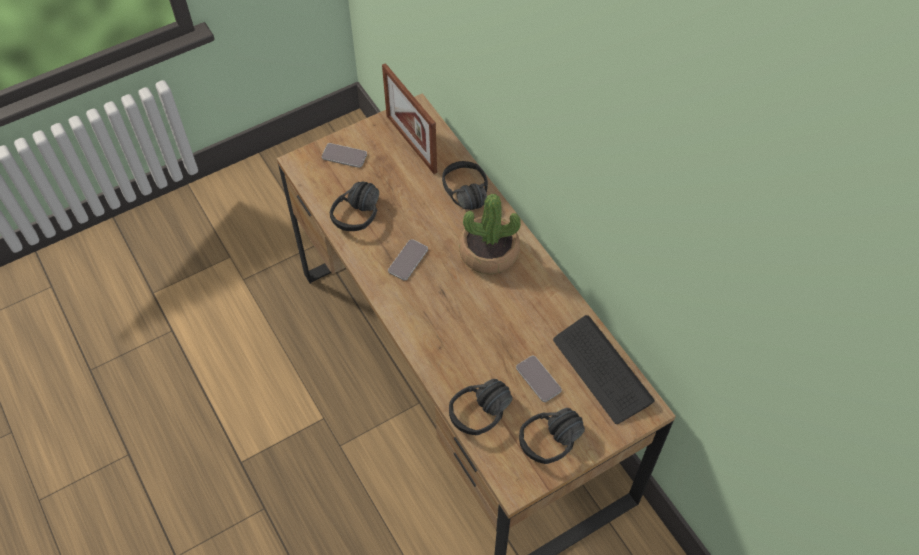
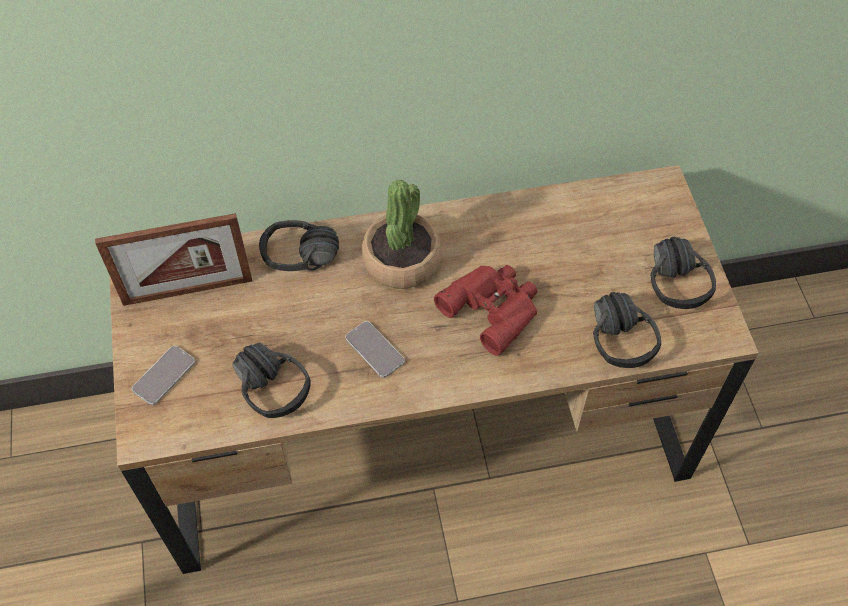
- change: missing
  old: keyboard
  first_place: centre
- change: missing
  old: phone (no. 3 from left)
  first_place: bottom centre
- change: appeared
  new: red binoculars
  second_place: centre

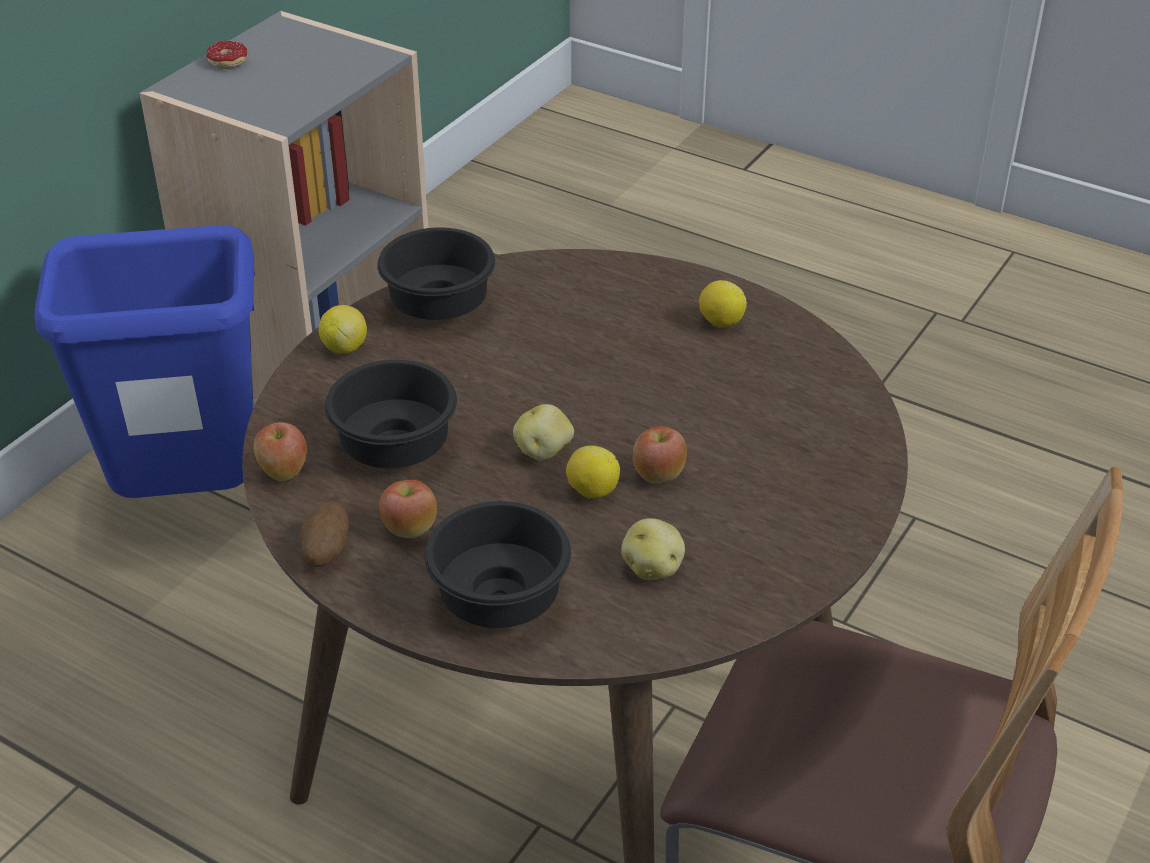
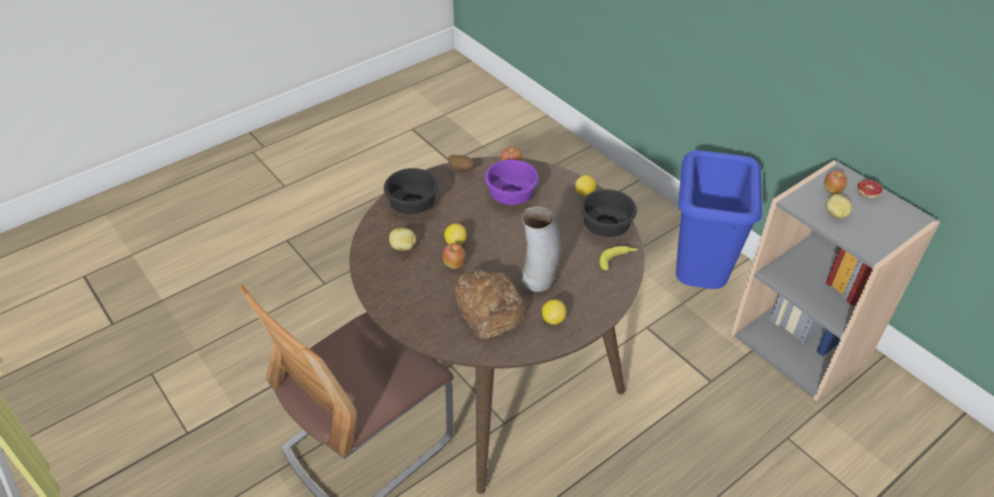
- change: colour
  old: black bowl (no. 1 from left)
  new: purple bowl
  first_place: centre
  second_place: centre
- change: relocated
  old: potato (no. 2 from left in the first image)
  new: potato (no. 3 from left)
  first_place: centre
  second_place: middle right
- change: relocated
  old: apple (no. 2 from left in the first image)
  new: apple (no. 3 from left)
  first_place: centre
  second_place: middle right
- change: appeared
  new: vase
  second_place: centre
- change: appeared
  new: banana
  second_place: centre
- change: appeared
  new: bread
  second_place: centre

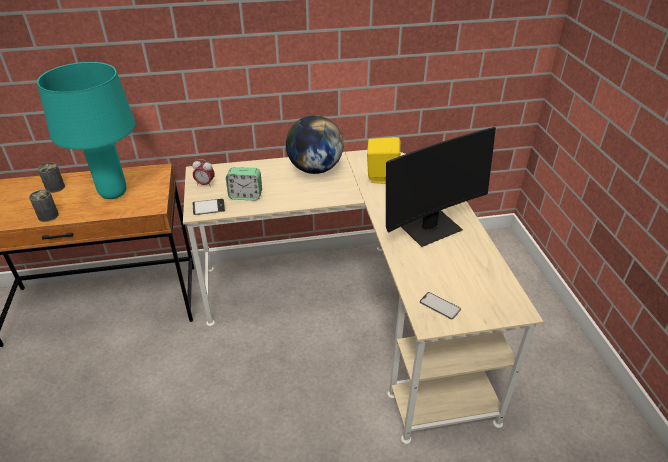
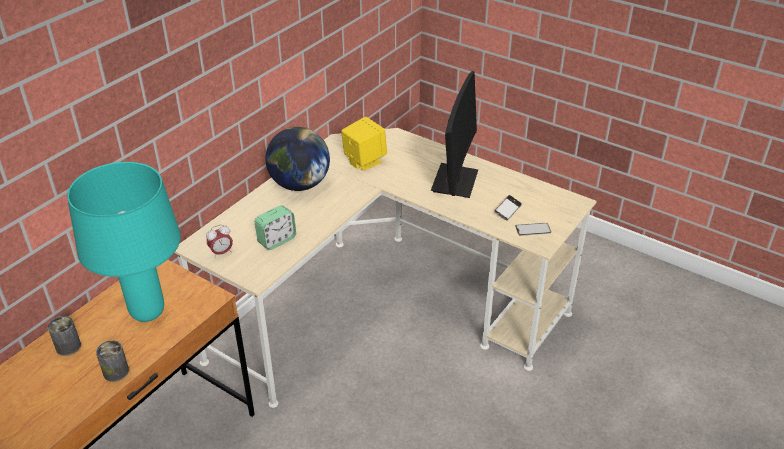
- change: relocated
  old: phone (no. 1 from left)
  first_place: middle left
  second_place: centre

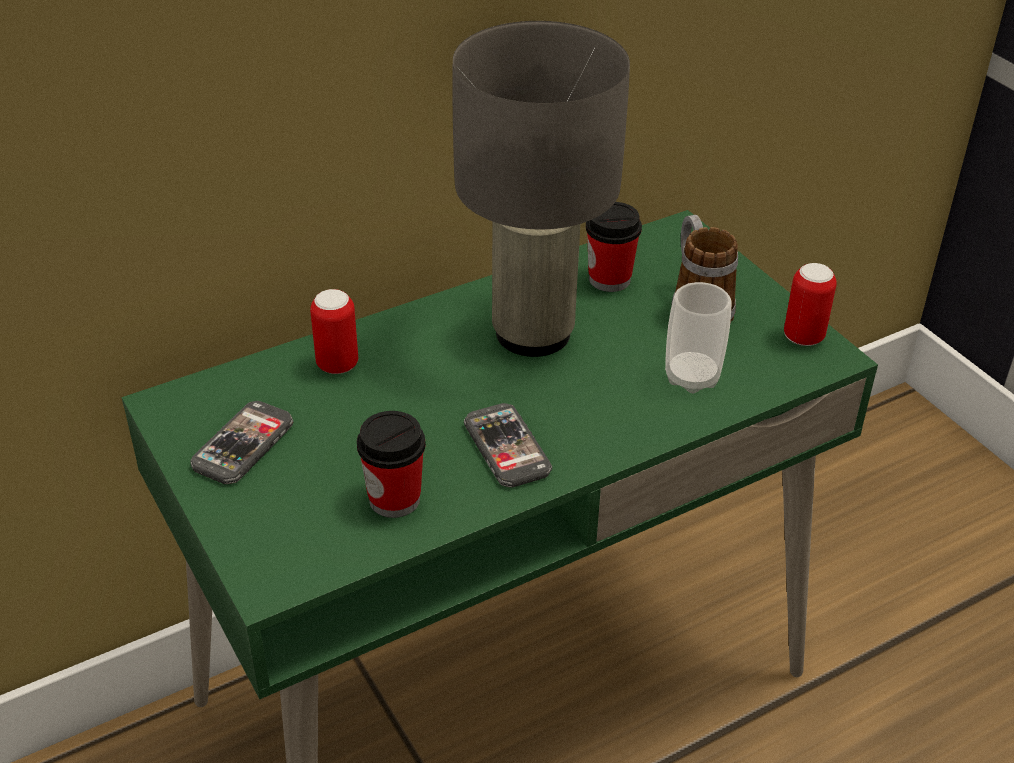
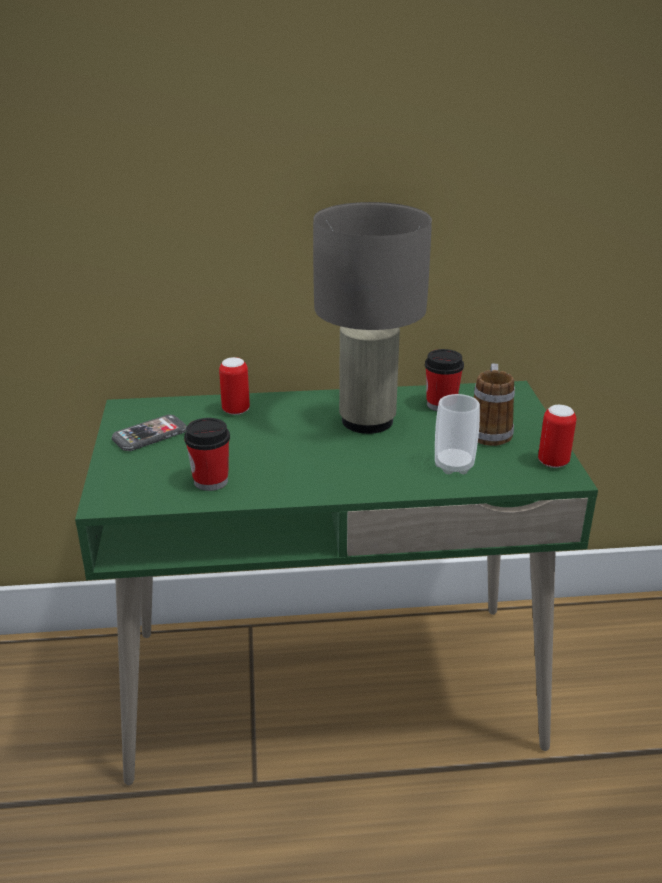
- change: missing
  old: phone (no. 2 from left)
  first_place: centre

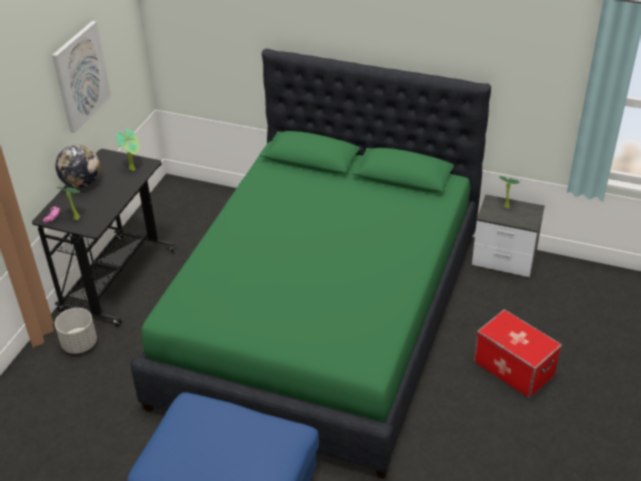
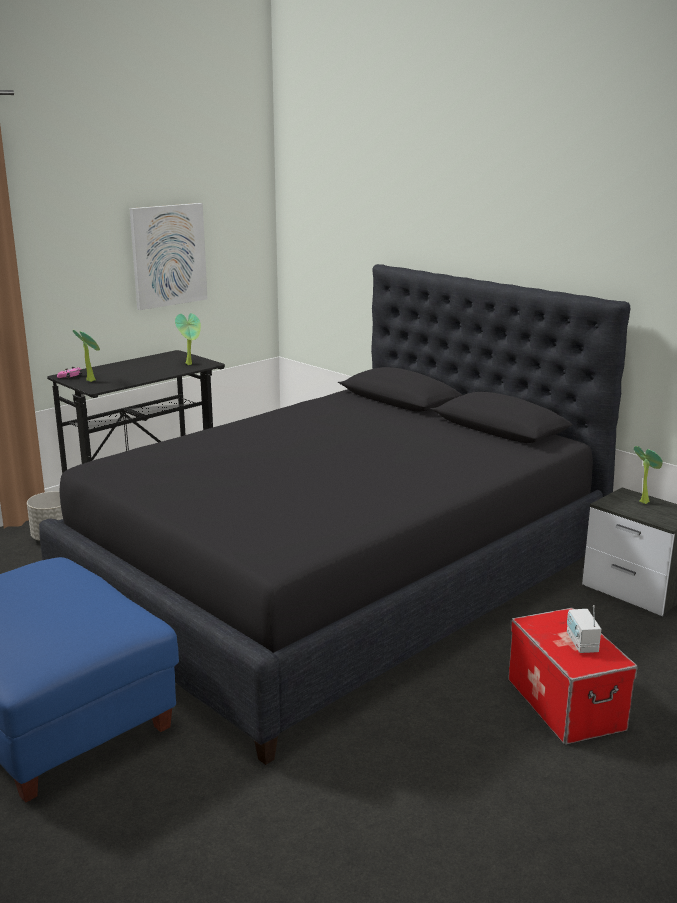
- change: colour
  old: green bed
  new: black bed
  first_place: centre
  second_place: centre
- change: missing
  old: globe
  first_place: middle left
- change: appeared
  new: radio
  second_place: bottom right

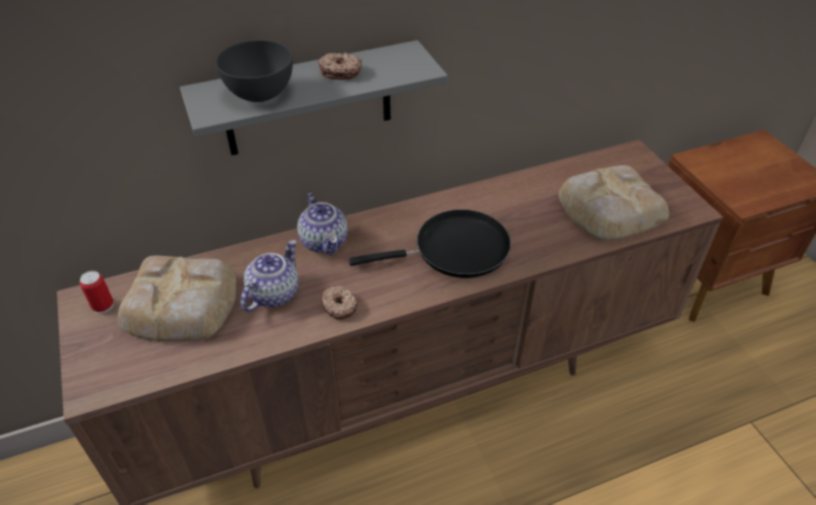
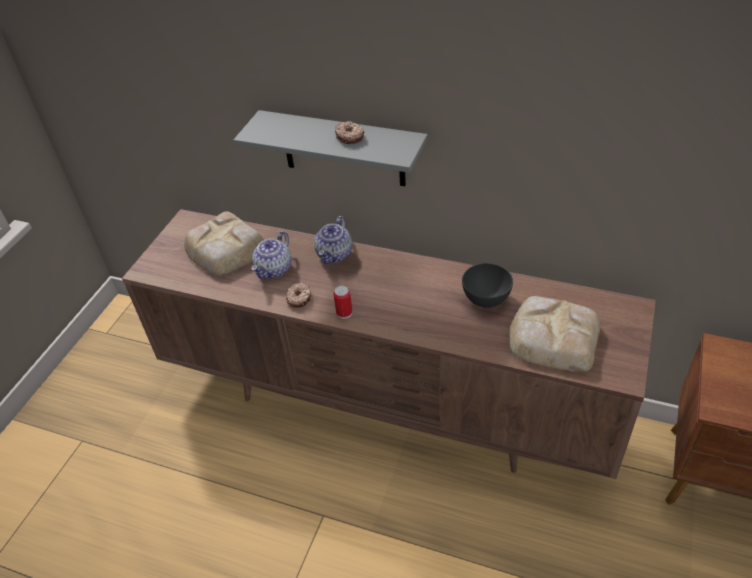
- change: relocated
  old: grey bowl
  first_place: top left
  second_place: centre
- change: missing
  old: black frying pan
  first_place: centre
- change: spun
  old: teapot (no. 1 from left)
  first_place: middle left
  second_place: centre
  degrees: 135
- change: relocated
  old: can
  first_place: middle left
  second_place: centre

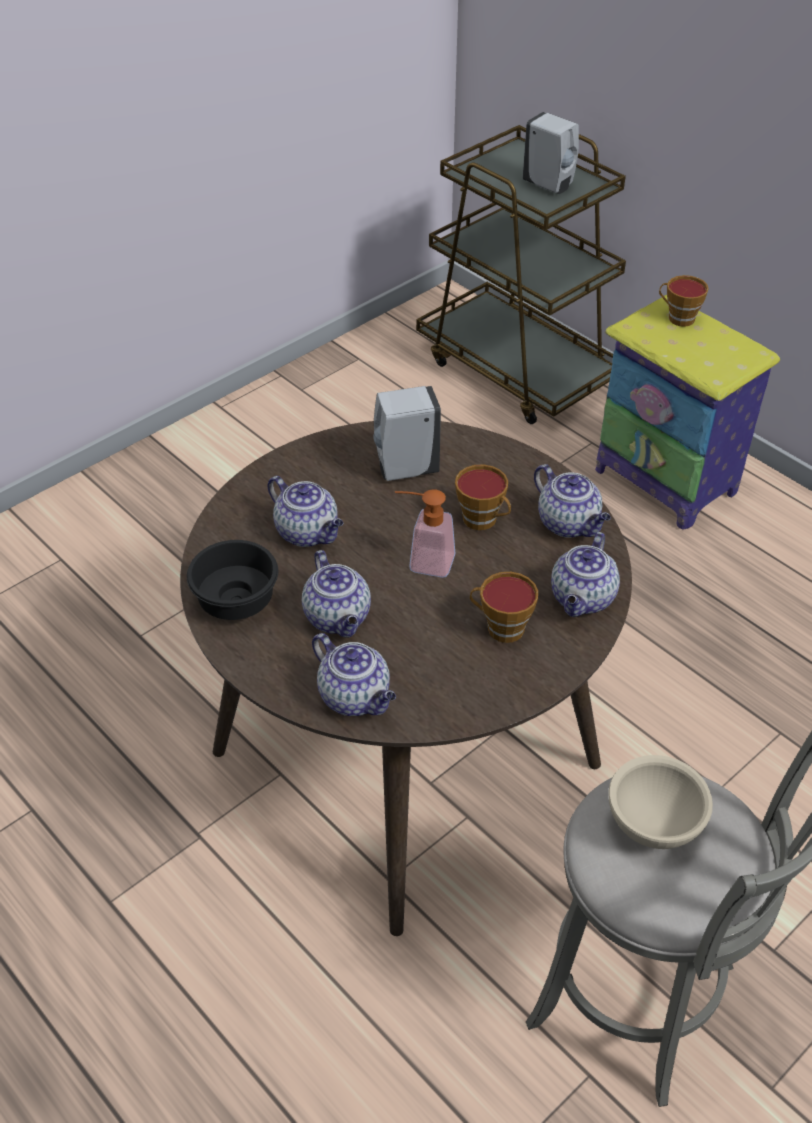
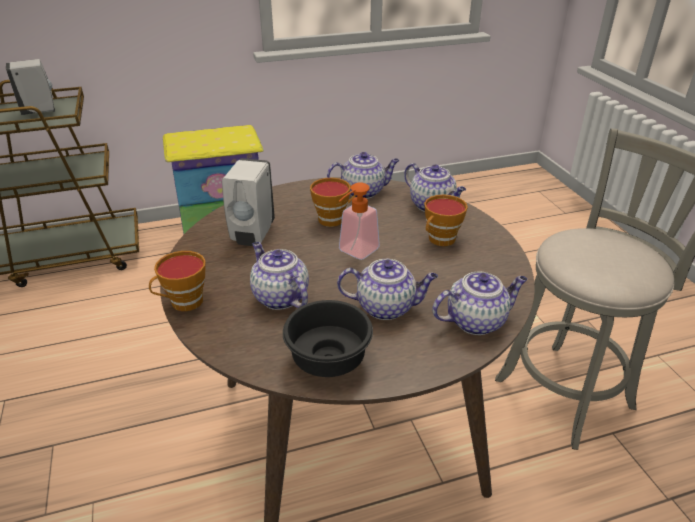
- change: relocated
  old: cup (no. 3 from left in the first image)
  new: cup (no. 1 from left)
  first_place: top right
  second_place: middle left
- change: spun
  old: teapot (no. 1 from left)
  first_place: centre
  second_place: centre
  degrees: -105
- change: missing
  old: beige bowl
  first_place: bottom right

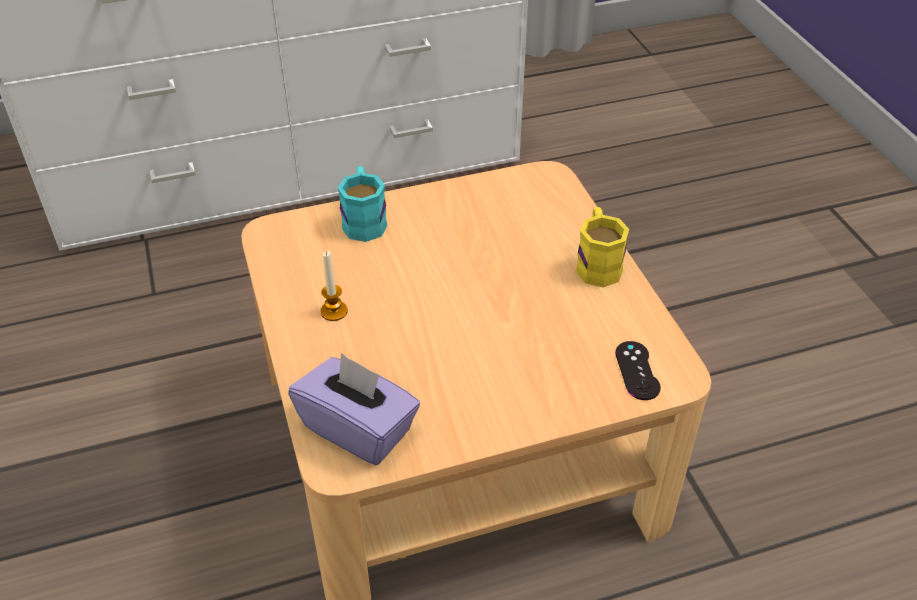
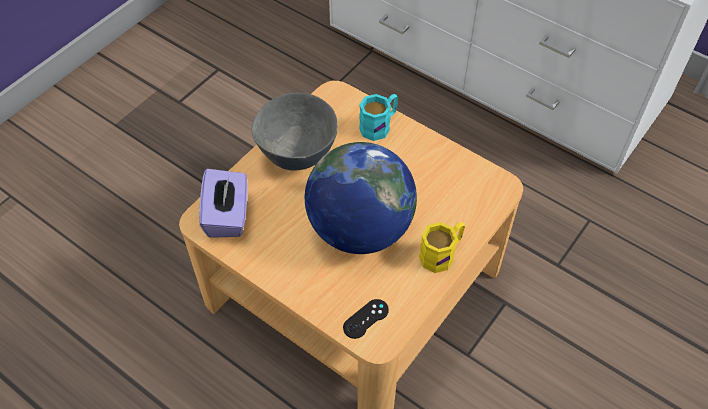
- change: exchanged
  old: candle
  new: grey bowl
  first_place: centre
  second_place: top centre
- change: appeared
  new: globe
  second_place: centre

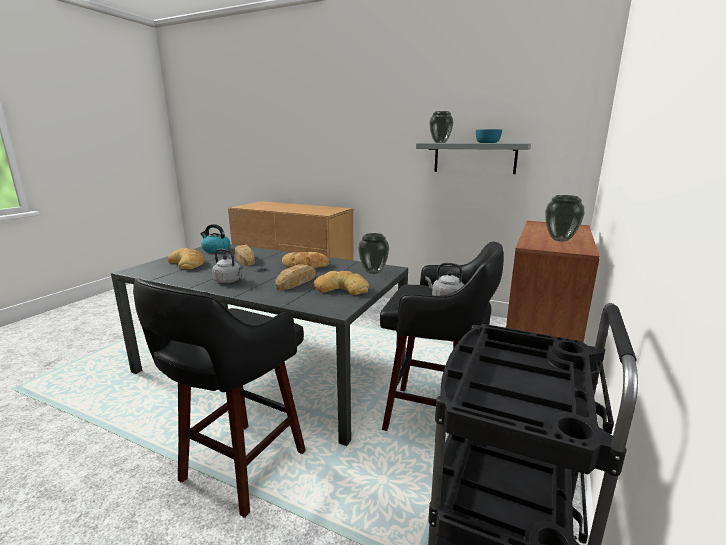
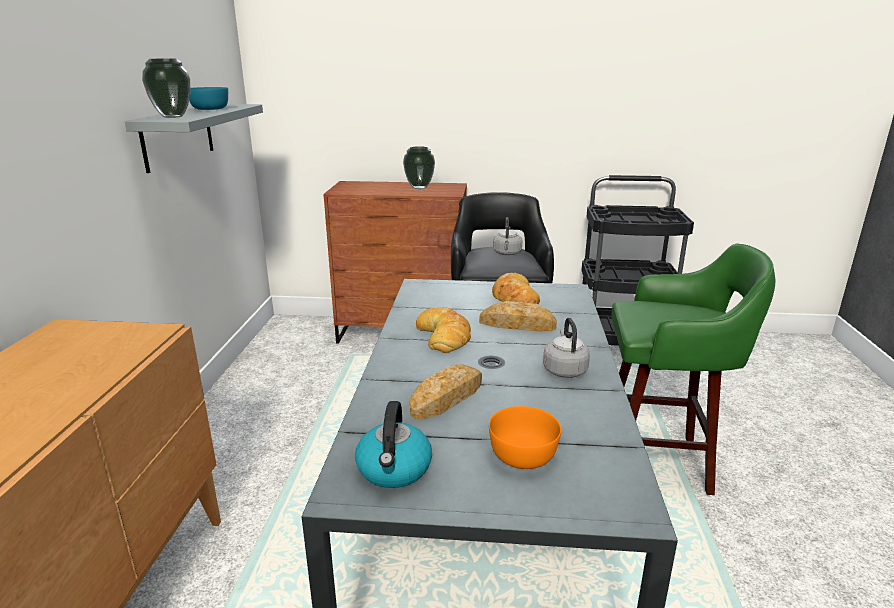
- change: missing
  old: vase (no. 1 from left)
  first_place: centre
- change: exchanged
  old: bread (no. 1 from left)
  new: orange bowl
  first_place: middle left
  second_place: bottom centre
- change: colour
  old: black stool (no. 1 from left)
  new: green stool
  first_place: bottom left
  second_place: middle right

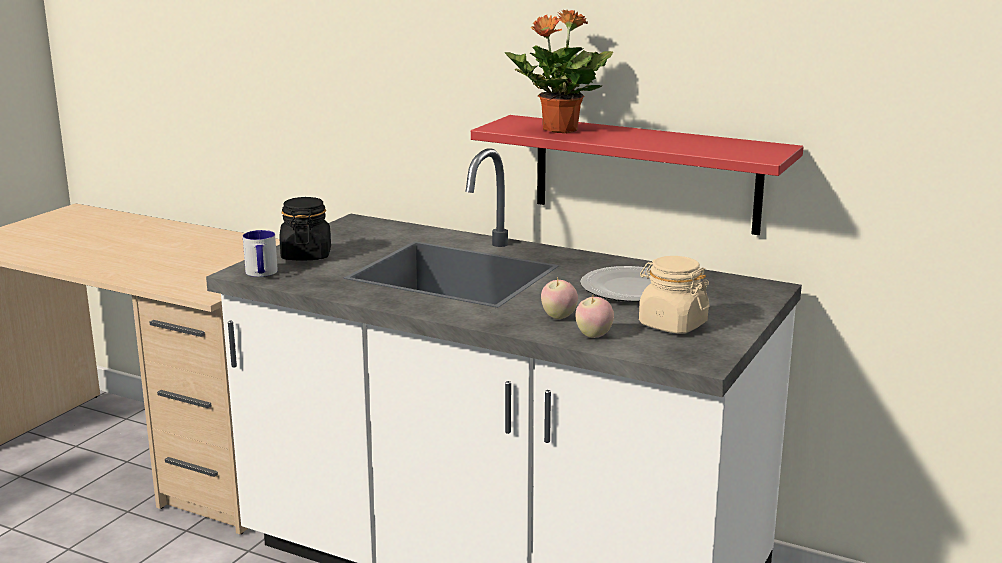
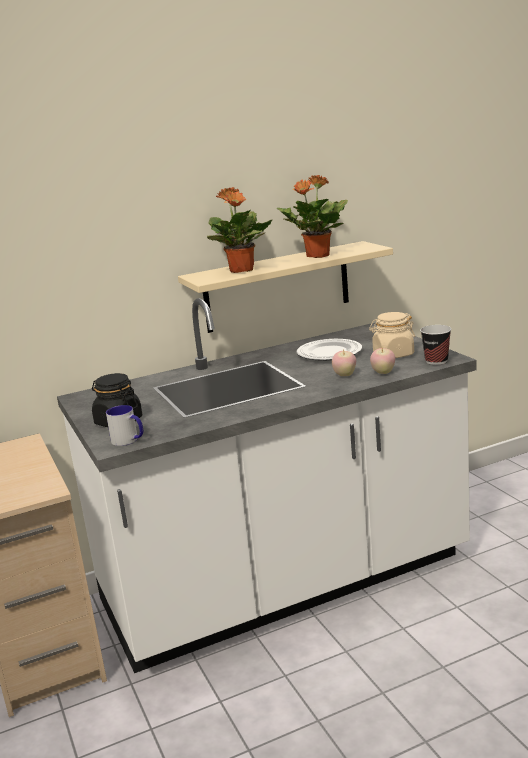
- change: colour
  old: red shelf
  new: beige shelf
  first_place: top centre
  second_place: centre
- change: appeared
  new: potted plant (no. 2 from left)
  second_place: top centre
- change: appeared
  new: cup
  second_place: middle right

